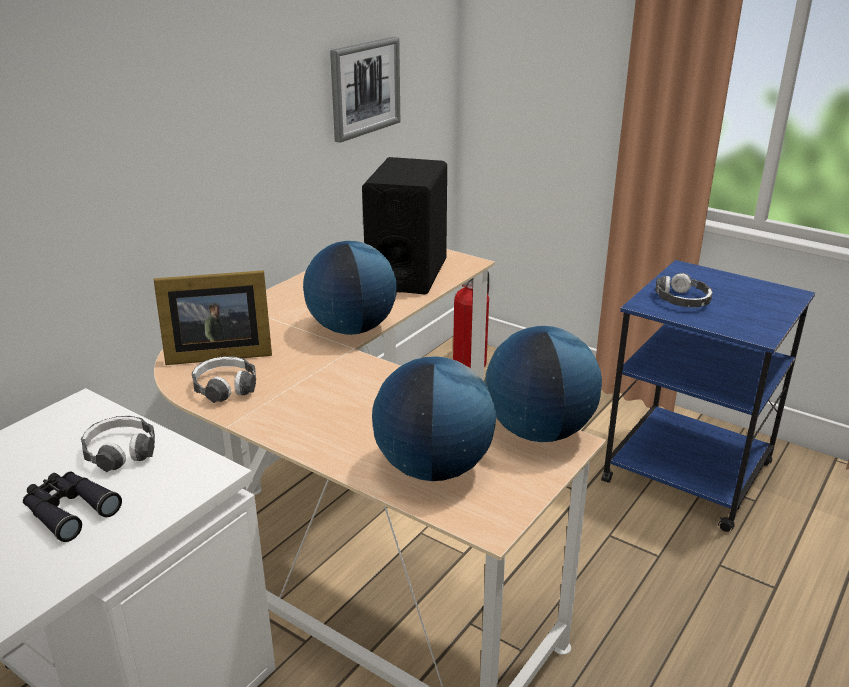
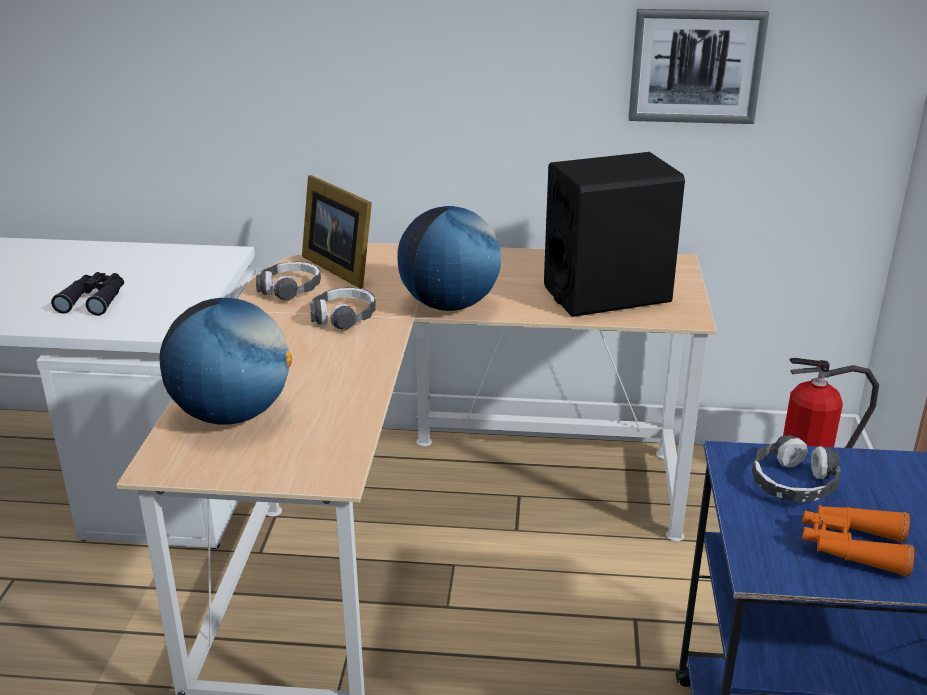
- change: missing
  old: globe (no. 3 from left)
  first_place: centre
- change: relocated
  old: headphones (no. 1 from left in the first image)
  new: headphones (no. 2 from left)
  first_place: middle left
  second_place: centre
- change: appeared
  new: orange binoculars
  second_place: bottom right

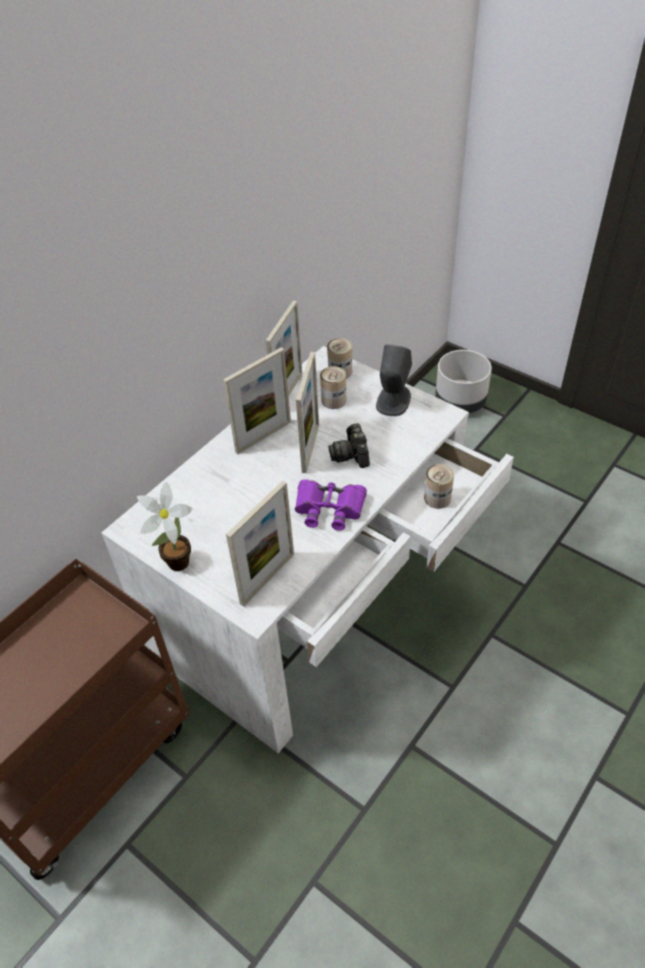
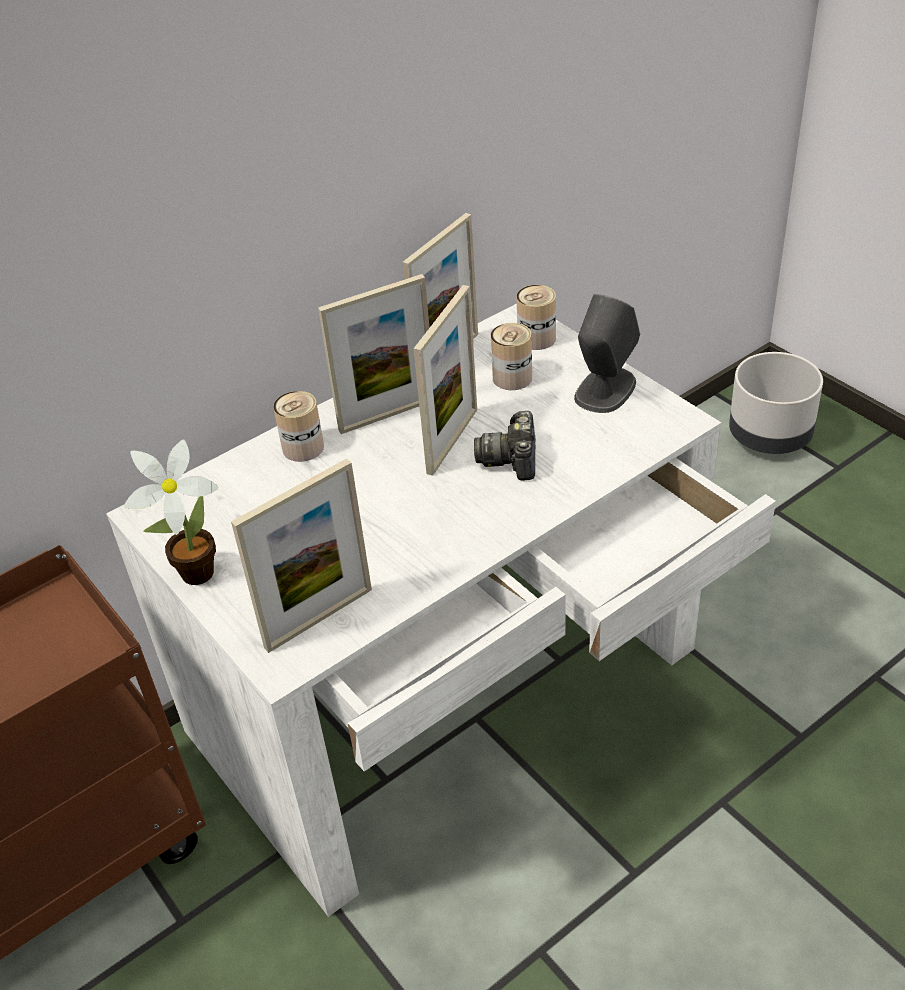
- change: relocated
  old: can (no. 3 from left in the first image)
  new: can (no. 1 from left)
  first_place: middle right
  second_place: middle left
- change: missing
  old: purple binoculars
  first_place: centre

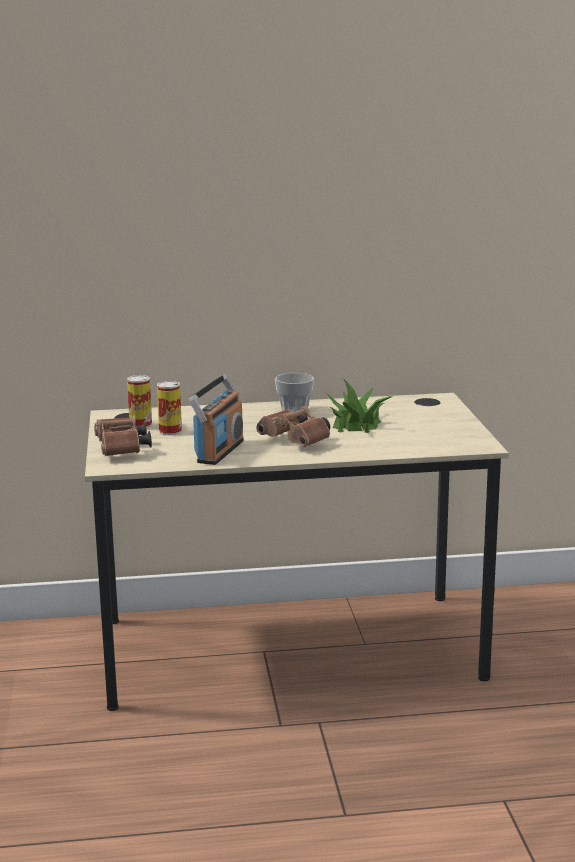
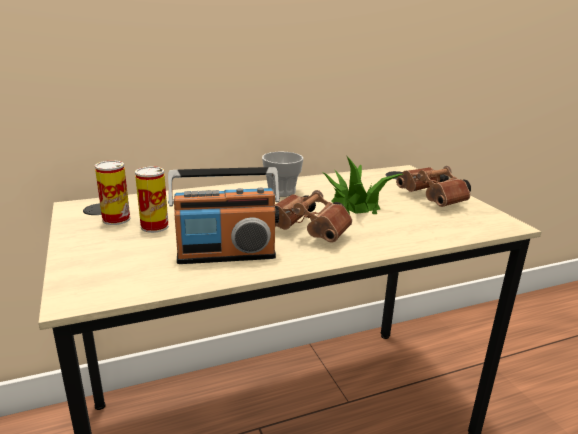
- change: spun
  old: radio
  first_place: centre
  second_place: centre
  degrees: 75
- change: relocated
  old: brown binoculars (no. 1 from left in the first image)
  new: brown binoculars (no. 2 from left)
  first_place: middle left
  second_place: middle right

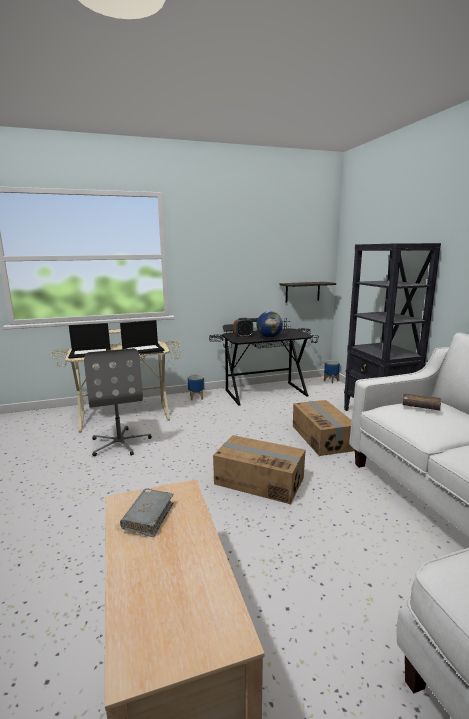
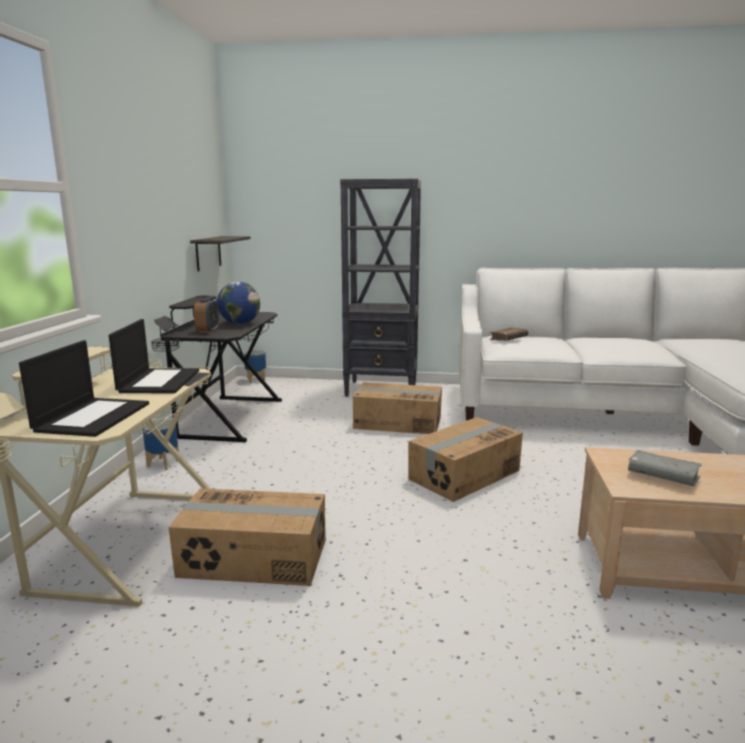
- change: exchanged
  old: grey office chair
  new: cardboard box (no. 1 from left)
  first_place: middle left
  second_place: bottom left

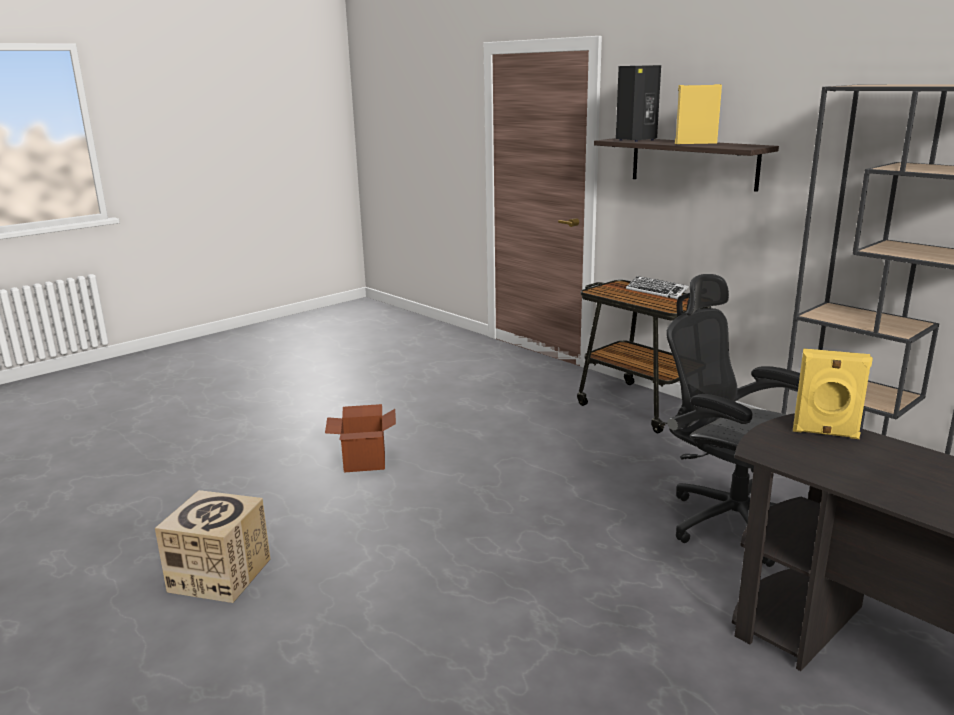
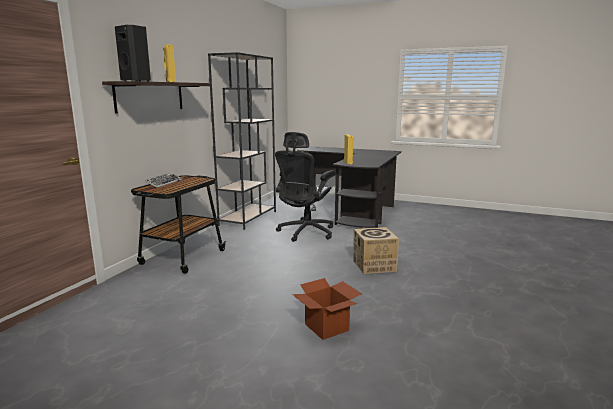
- change: relocated
  old: cardboard box (no. 1 from left in the first image)
  new: cardboard box (no. 2 from left)
  first_place: bottom left
  second_place: centre

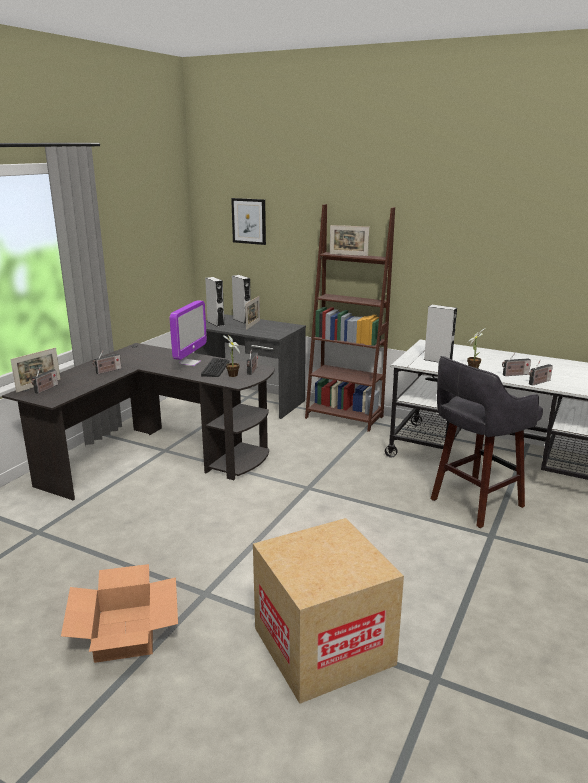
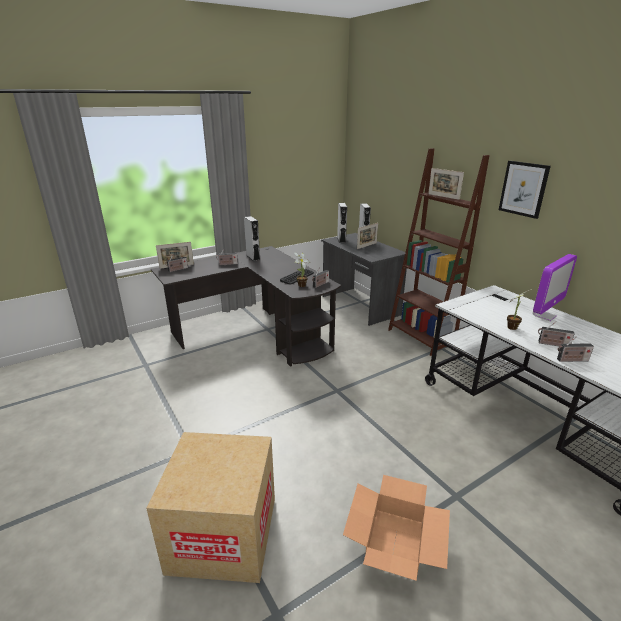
- change: relocated
  old: picture
  first_place: top centre
  second_place: top right
- change: relocated
  old: monitor
  first_place: middle left
  second_place: middle right
- change: relocated
  old: grey speaker (no. 3 from left in the first image)
  new: grey speaker (no. 1 from left)
  first_place: middle right
  second_place: centre
- change: missing
  old: grey stool
  first_place: middle right
- change: relocated
  old: cardboard box (no. 1 from left in the first image)
  new: cardboard box (no. 2 from left)
  first_place: bottom left
  second_place: bottom centre

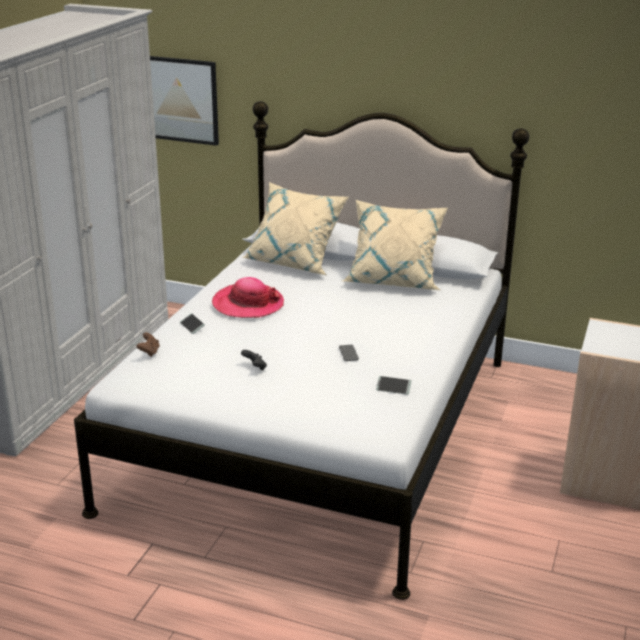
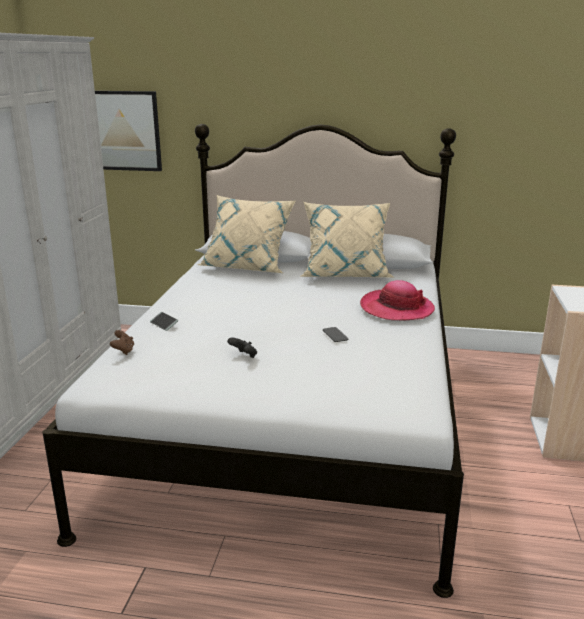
- change: relocated
  old: hat
  first_place: centre
  second_place: middle right
- change: missing
  old: phone (no. 3 from left)
  first_place: centre

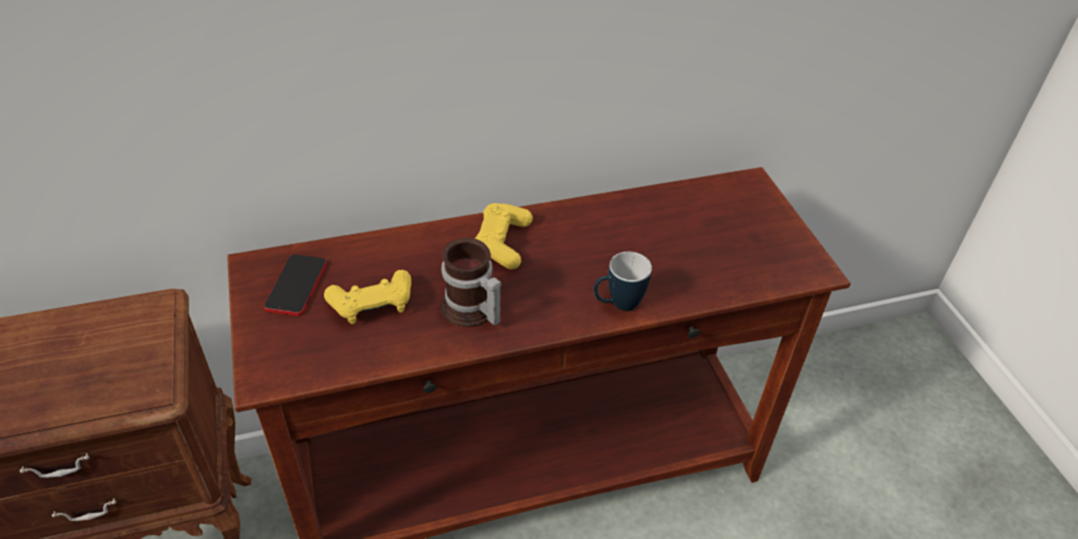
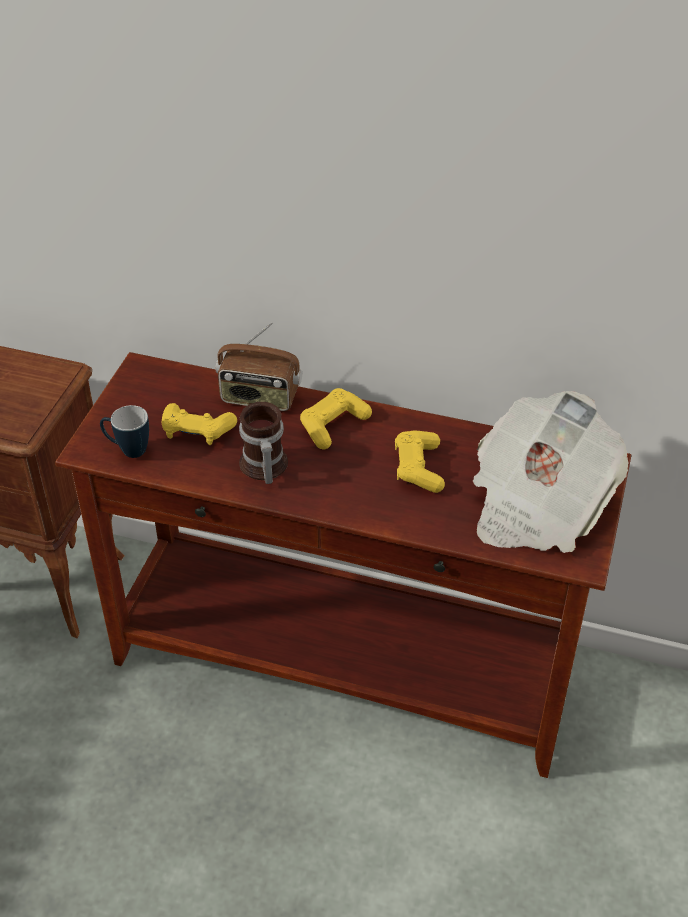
- change: relocated
  old: mug (no. 2 from left in the first image)
  new: mug (no. 1 from left)
  first_place: centre
  second_place: middle left
- change: missing
  old: phone
  first_place: middle left
- change: appeared
  new: radio
  second_place: centre
- change: appeared
  new: newspaper
  second_place: middle right
- change: appeared
  new: yellow game controller (no. 3 from left)
  second_place: centre

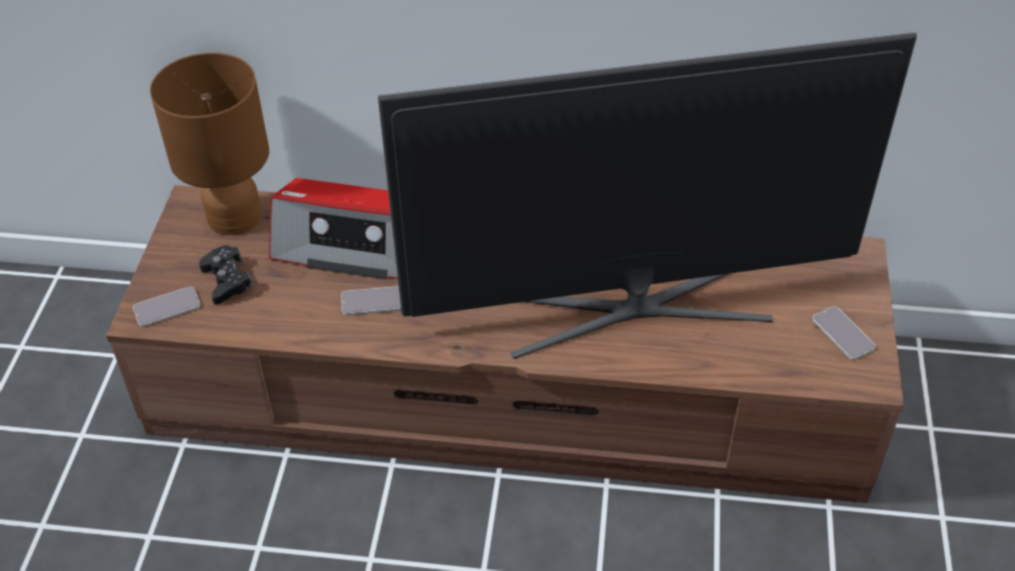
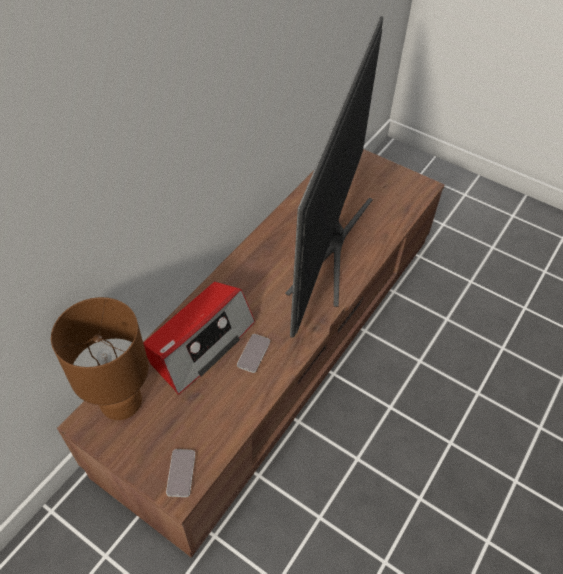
- change: missing
  old: black game controller
  first_place: middle left
- change: missing
  old: phone (no. 3 from left)
  first_place: middle right

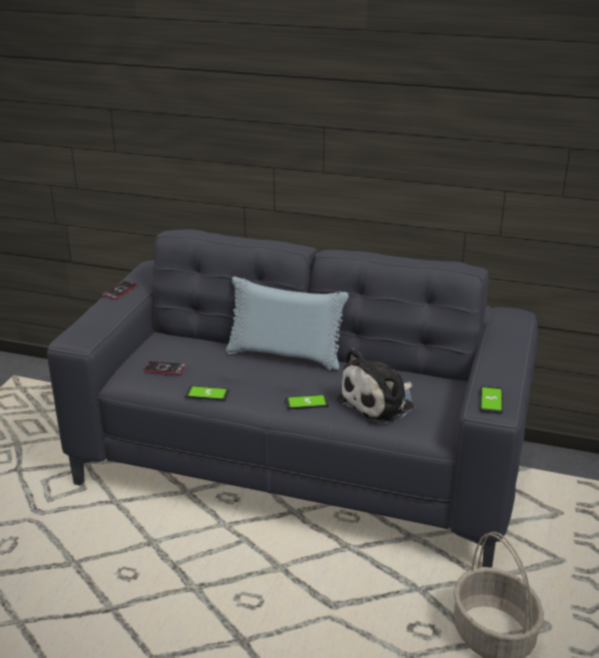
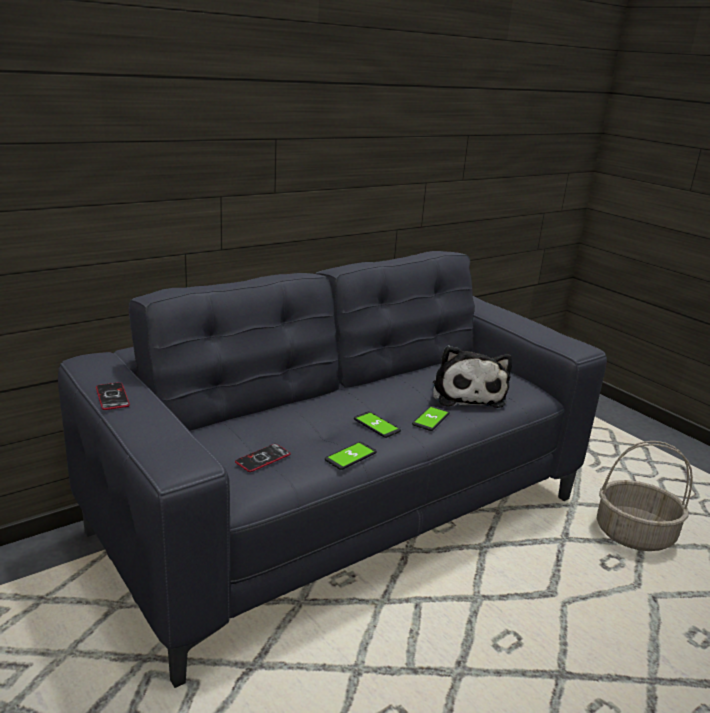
- change: missing
  old: blue pillow
  first_place: centre
- change: relocated
  old: phone (no. 5 from left in the first image)
  new: phone (no. 4 from left)
  first_place: middle right
  second_place: centre

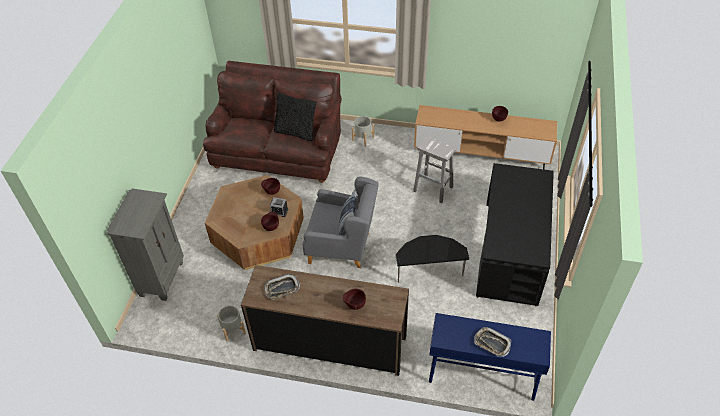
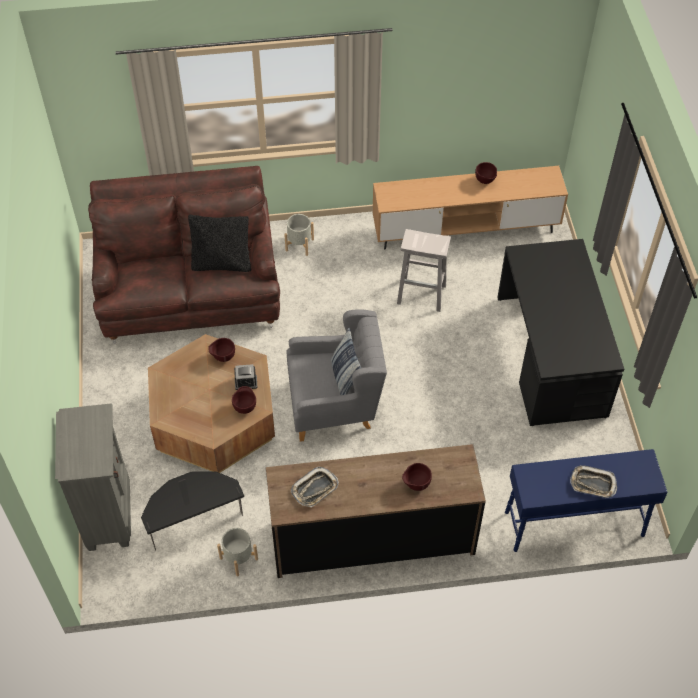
- change: relocated
  old: side table
  first_place: centre
  second_place: bottom left

